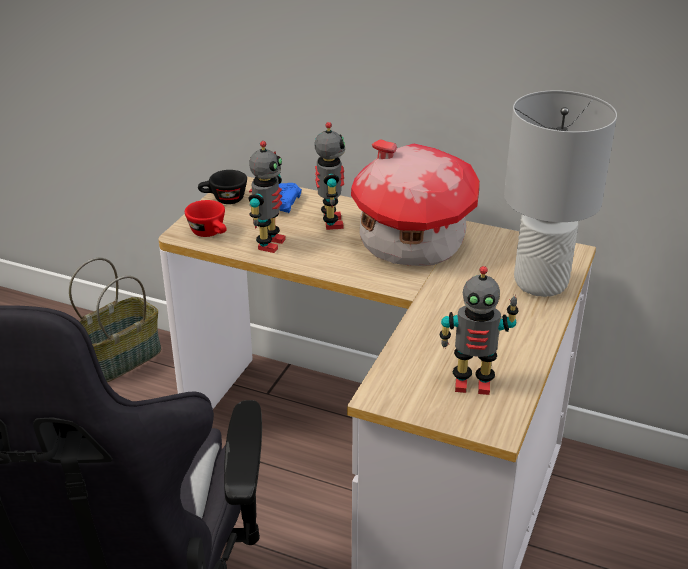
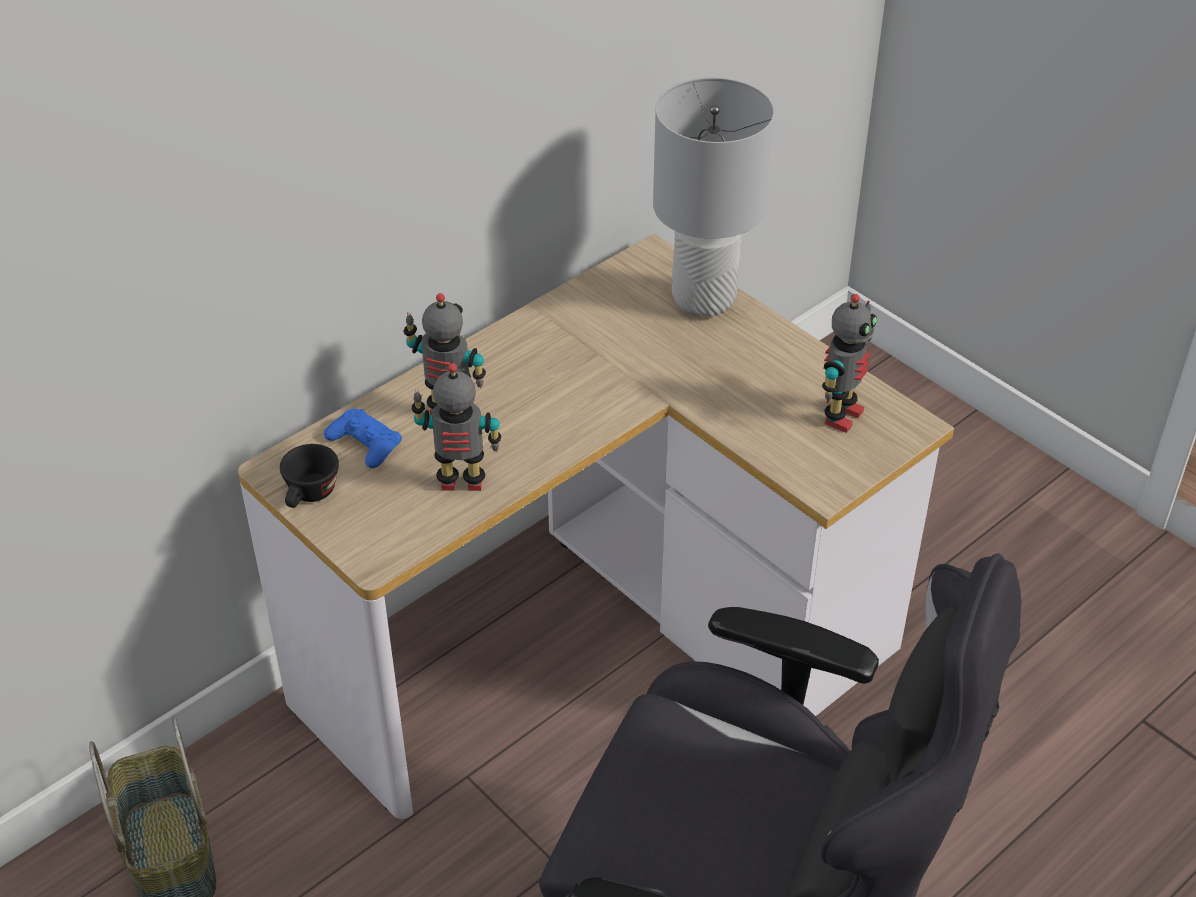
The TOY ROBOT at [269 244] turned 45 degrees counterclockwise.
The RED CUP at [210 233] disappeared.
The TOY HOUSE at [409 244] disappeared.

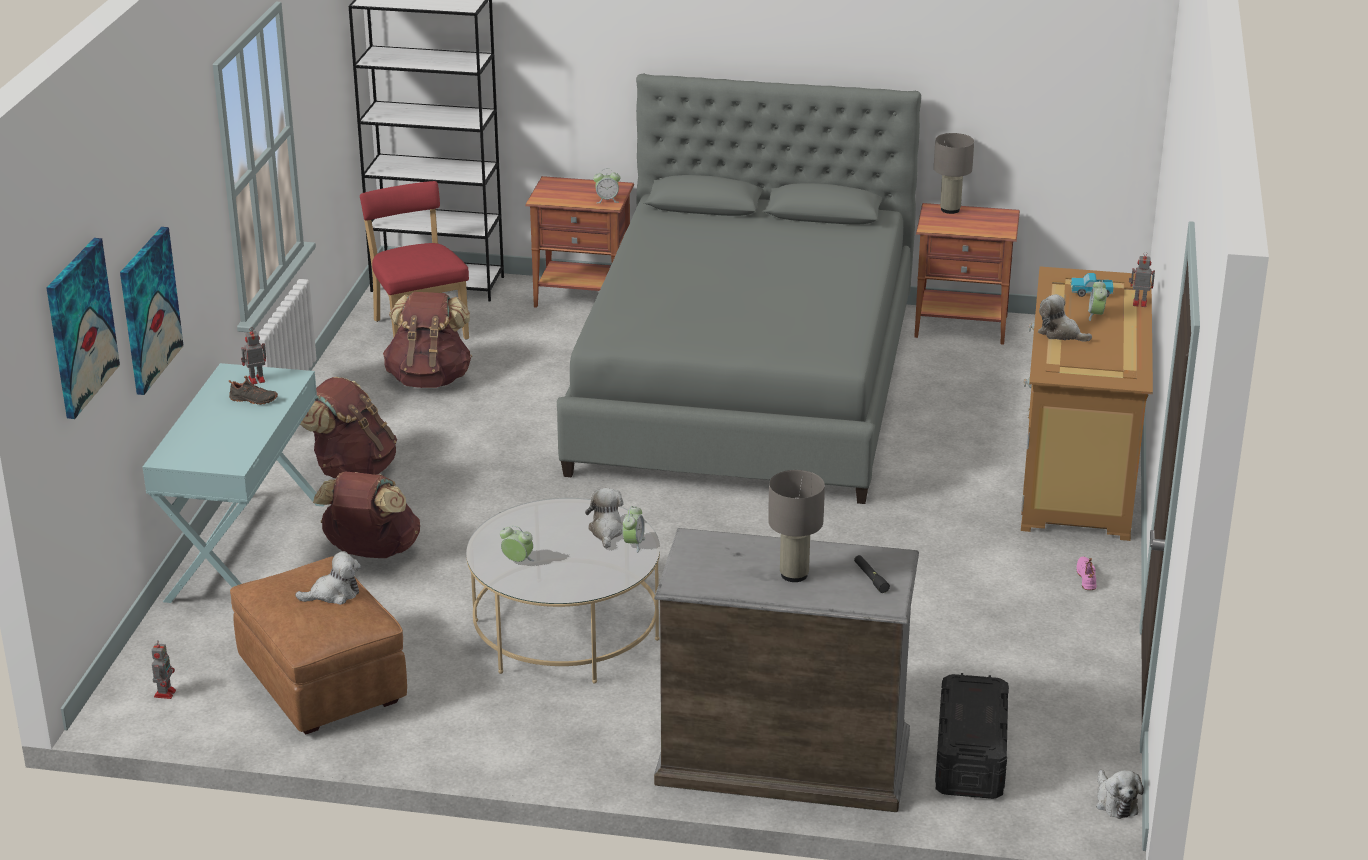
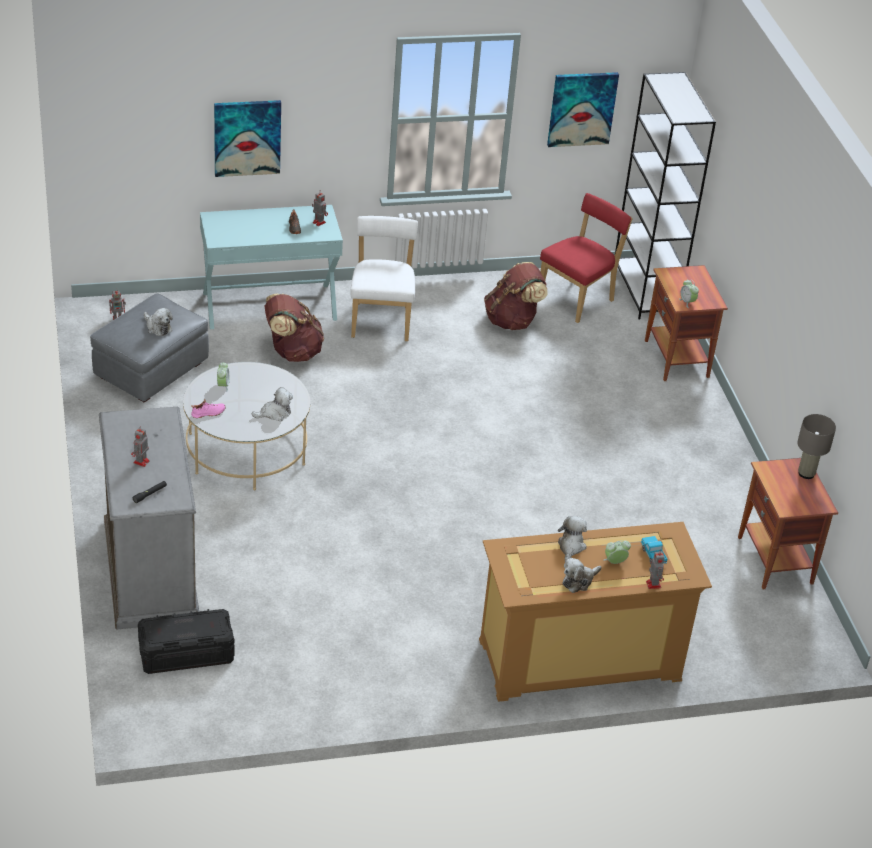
The BROWN OTTOMAN at [321 683] became the GREY OTTOMAN at [151 370].
The GREY TABLE LAMP at [795 575] was replaced by the TOY ROBOT at [141 462].
The PINK SHOE moved from [1087 578] to [208 413].
The BROWN BACKPACK at [352 469] was replaced by the WHITE CHAIR at [381 320].
The PICTURE moved from [80 327] to [582 108].
The PLUSH TOY moved from [1115 802] to [579 581].
The GREY BED at [746 386] disappeared.
The ALARM CLOCK at [633 544] disappeared.

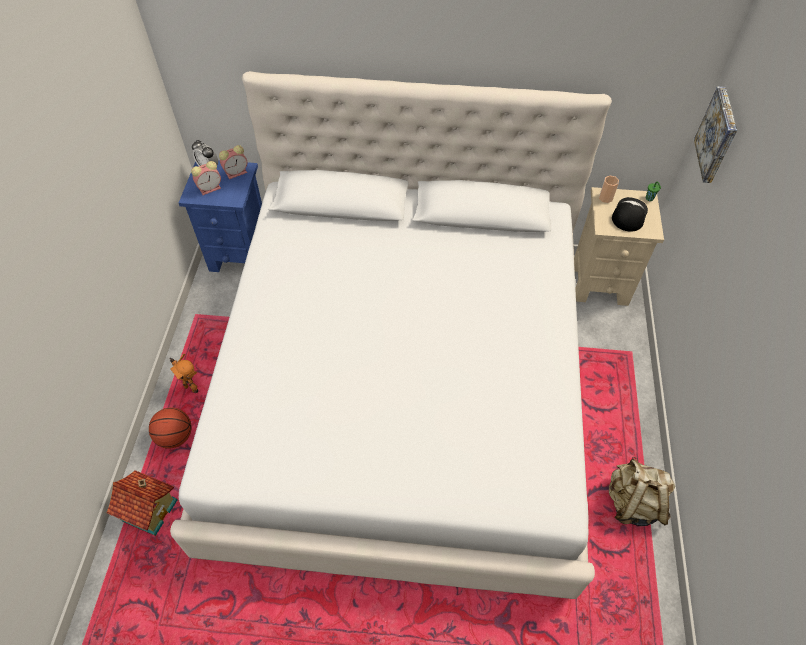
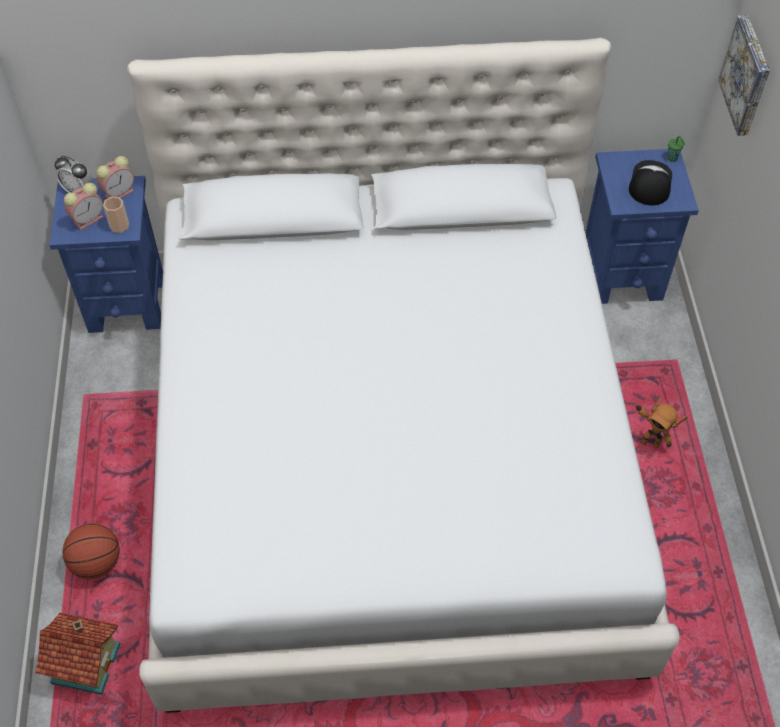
The CUP moved from [605 198] to [119 225].
The BEIGE NIGHTSTAND at [600 284] became the BLUE NIGHTSTAND at [623 276].
The TOY ROBOT moved from [191 387] to [649 442].
The BEIGE BACKPACK at [633 503] disappeared.

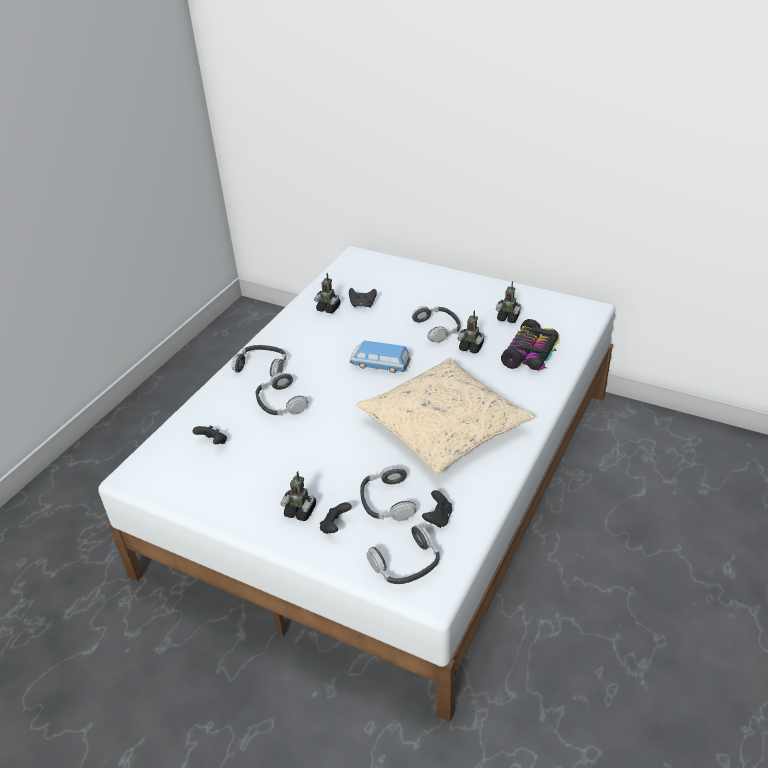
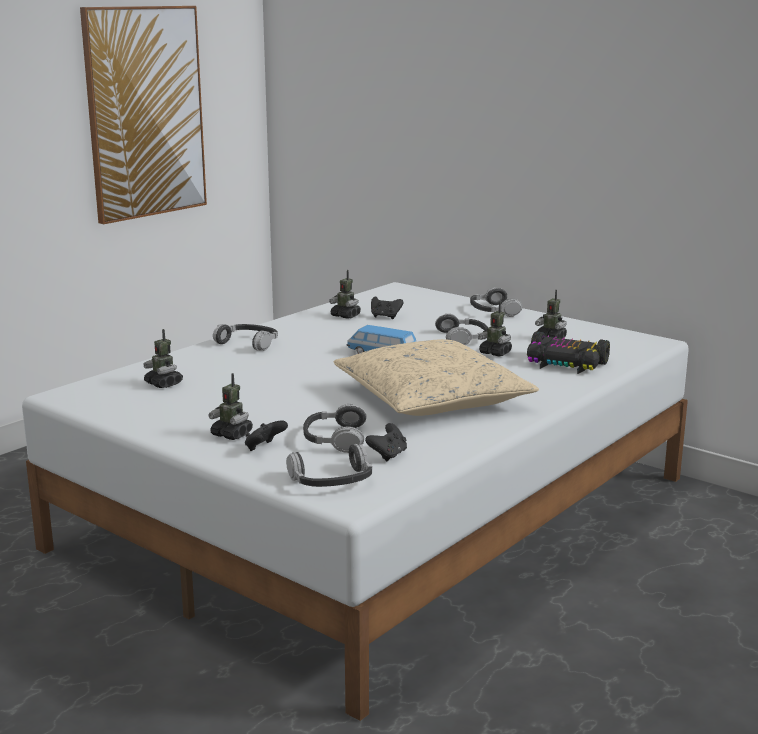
The PICTURE at [145 113] appeared.
The BLACK GAME CONTROLLER at [213 443] was replaced by the TOY ROBOT at [163 384].
The HEADPHONES moved from [280 402] to [493 311].
The TOY CAR at [531 354] turned 75 degrees clockwise.

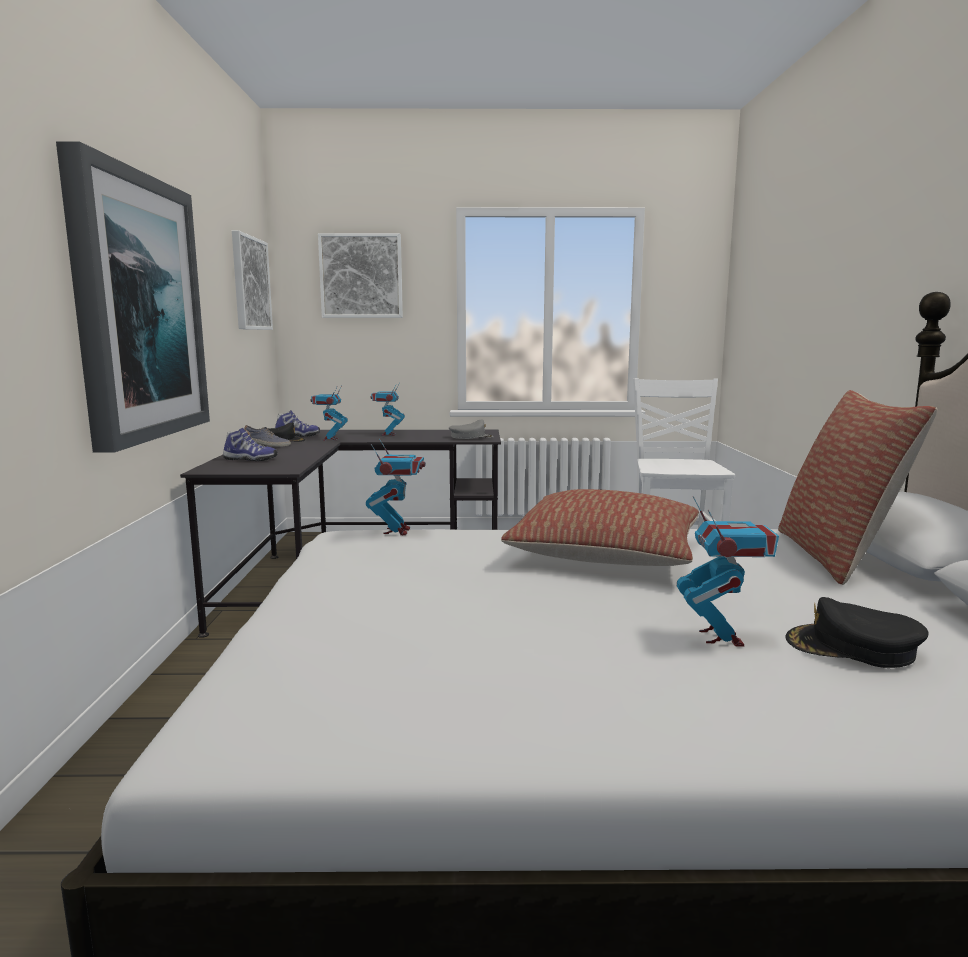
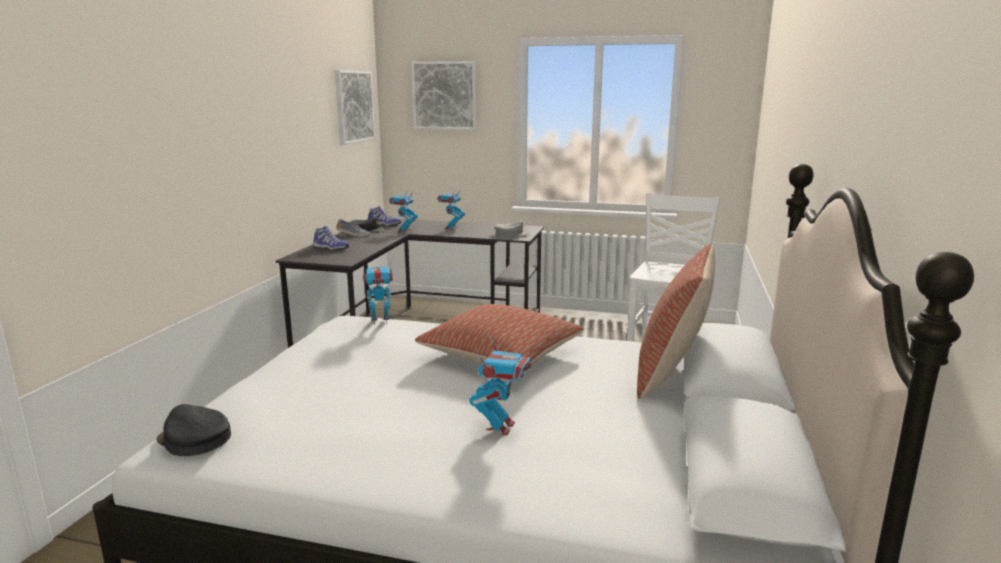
The BLACK CAP moved from [852 647] to [194 439].
The TOY ROBOT at [397 531] turned 120 degrees counterclockwise.
The PICTURE at [138 308] disappeared.

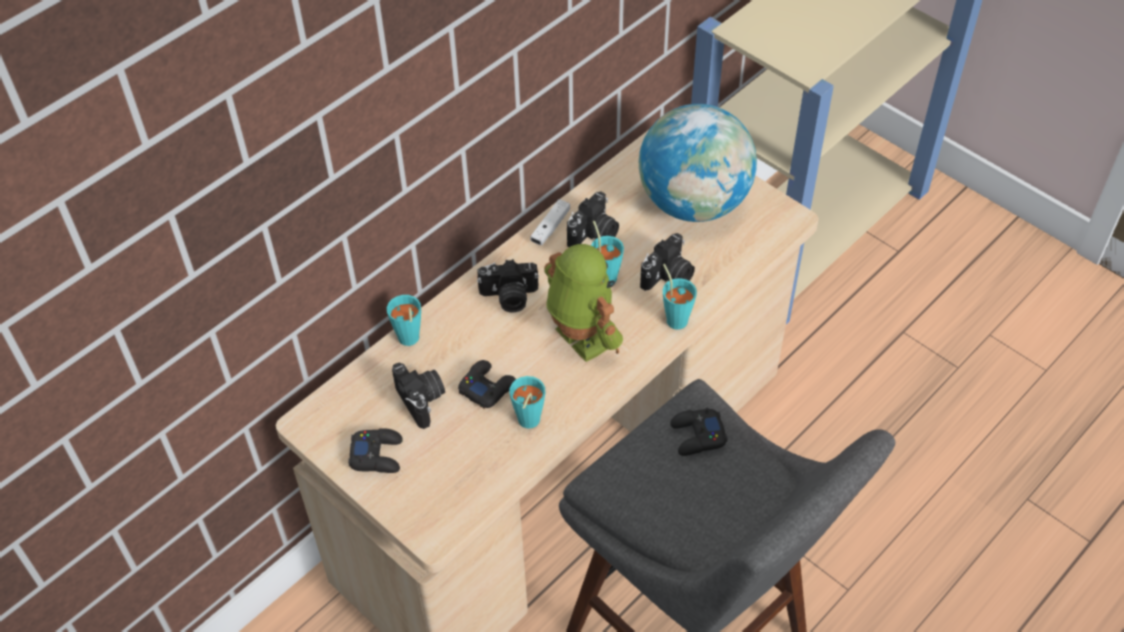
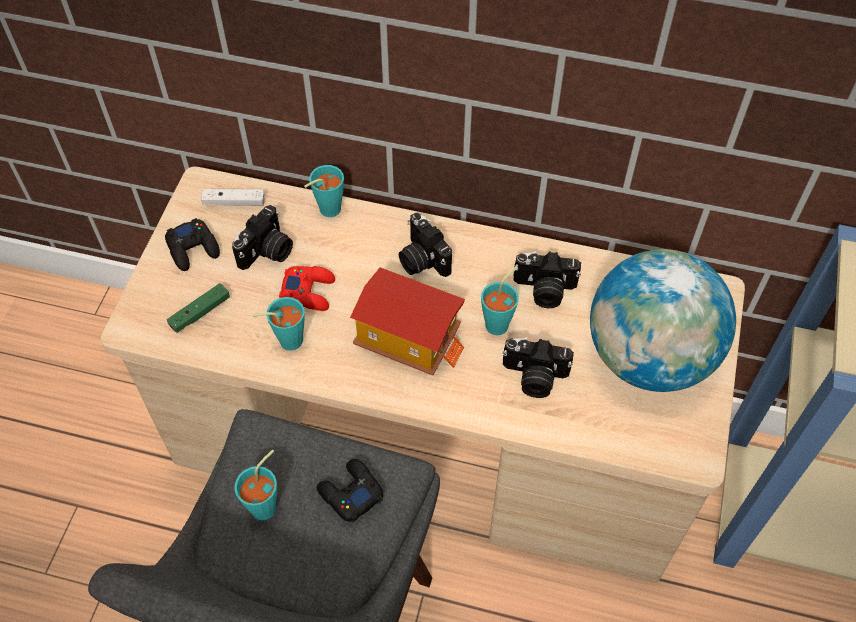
The GREEN GAME CONTROLLER at [200 313] appeared.
The WHITE GAME CONTROLLER moved from [550 227] to [234 202].
The TURQUOISE CUP moved from [675 317] to [268 503].
The BLACK GAME CONTROLLER at [487 387] became the RED GAME CONTROLLER at [308 292].
The TOY ROBOT at [580 338] was replaced by the TOY HOUSE at [409 337].

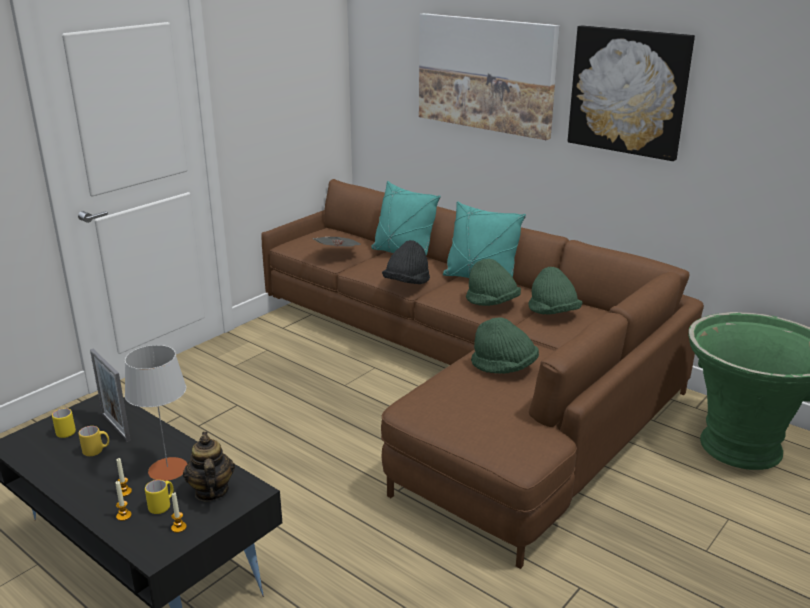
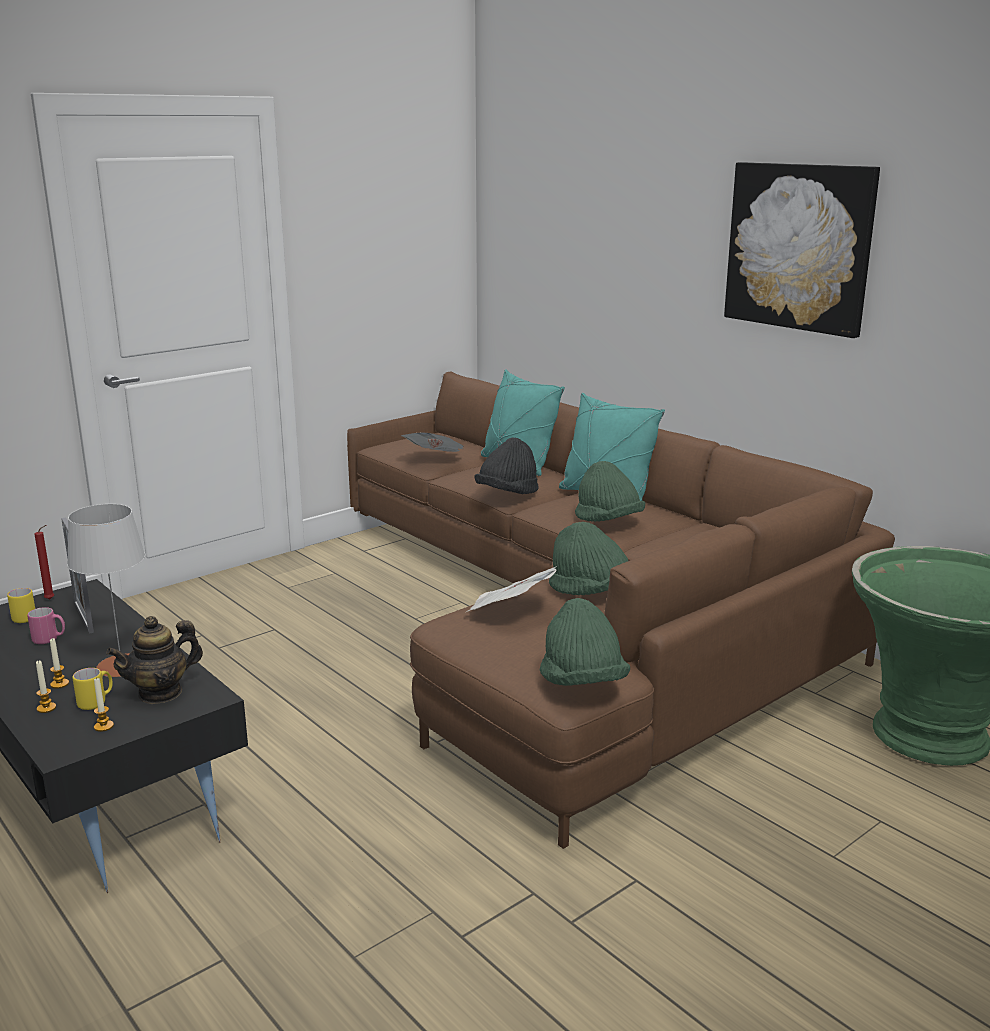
The YELLOW MUG at [96 451] became the PINK MUG at [49 639].
The RED CANDLE at [51 599] appeared.
The TEAPOT at [211 491] turned 120 degrees counterclockwise.
The NEWSPAPER at [510 612] appeared.
The GREEN HAT moved from [553 313] to [582 682].
The PICTURE at [485 74] disappeared.

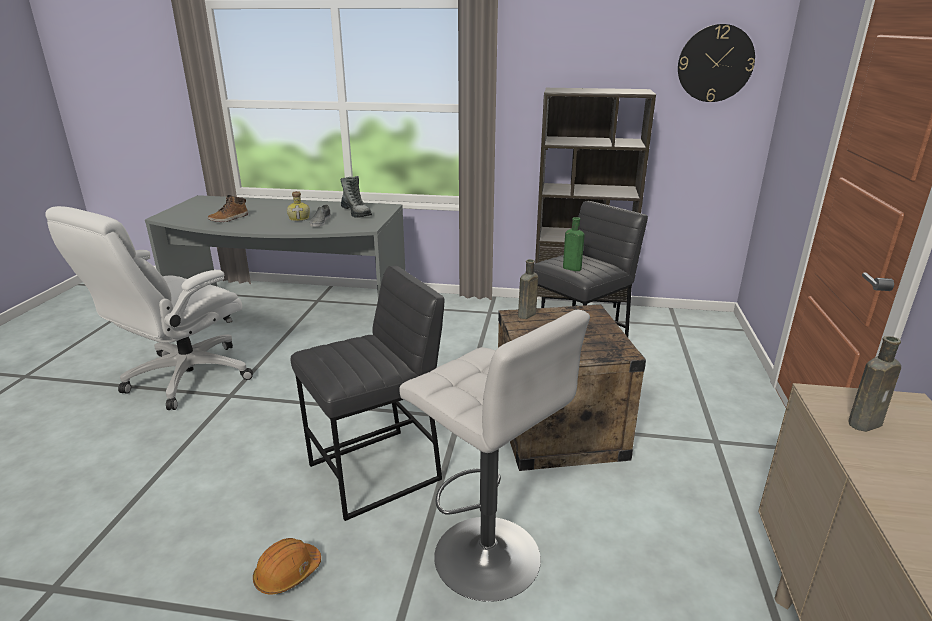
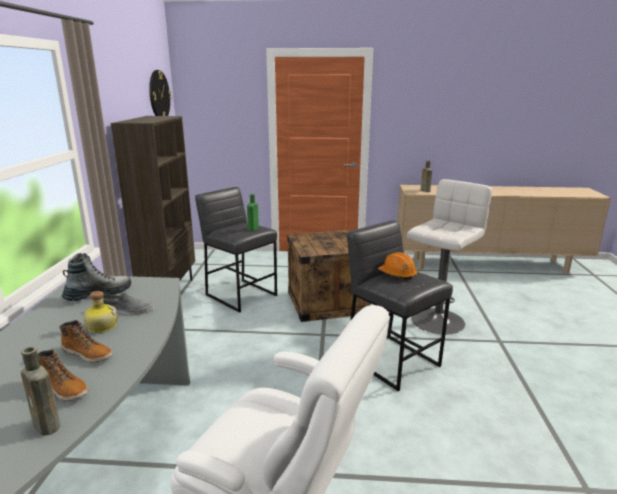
The BROWN BOTTLE moved from [526 315] to [48 426].
The BOOT at [88 353] appeared.
The ORANGE HARD HAT moved from [287 573] to [397 274].

